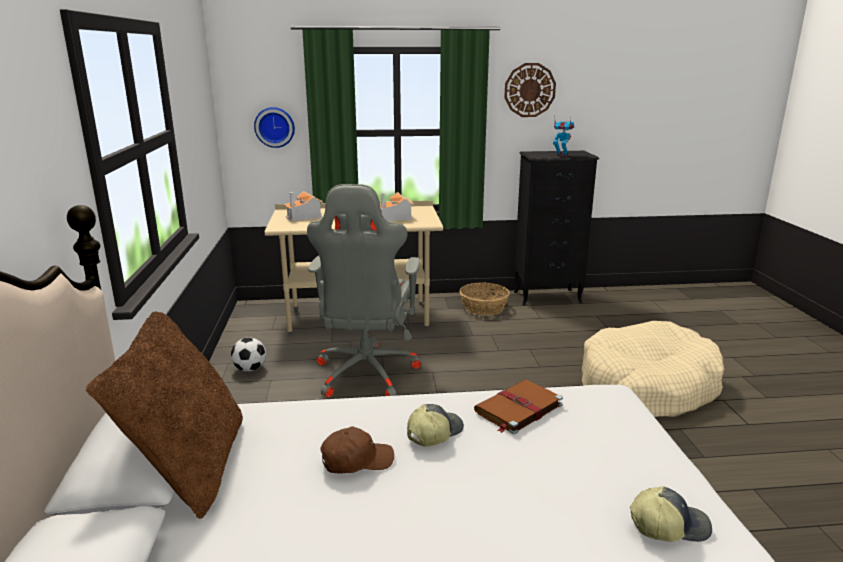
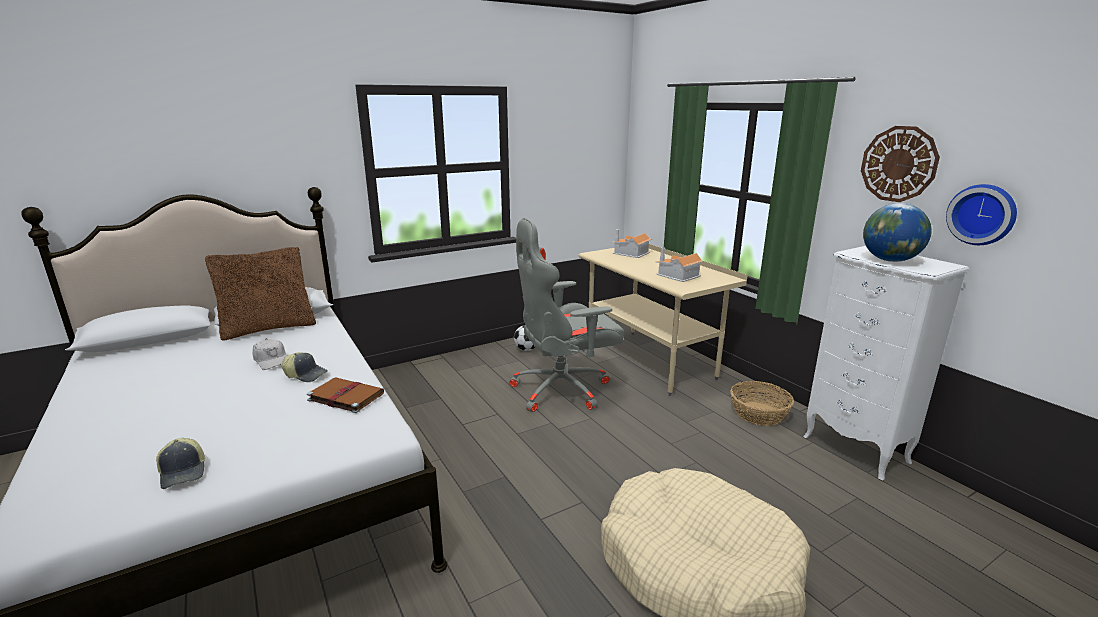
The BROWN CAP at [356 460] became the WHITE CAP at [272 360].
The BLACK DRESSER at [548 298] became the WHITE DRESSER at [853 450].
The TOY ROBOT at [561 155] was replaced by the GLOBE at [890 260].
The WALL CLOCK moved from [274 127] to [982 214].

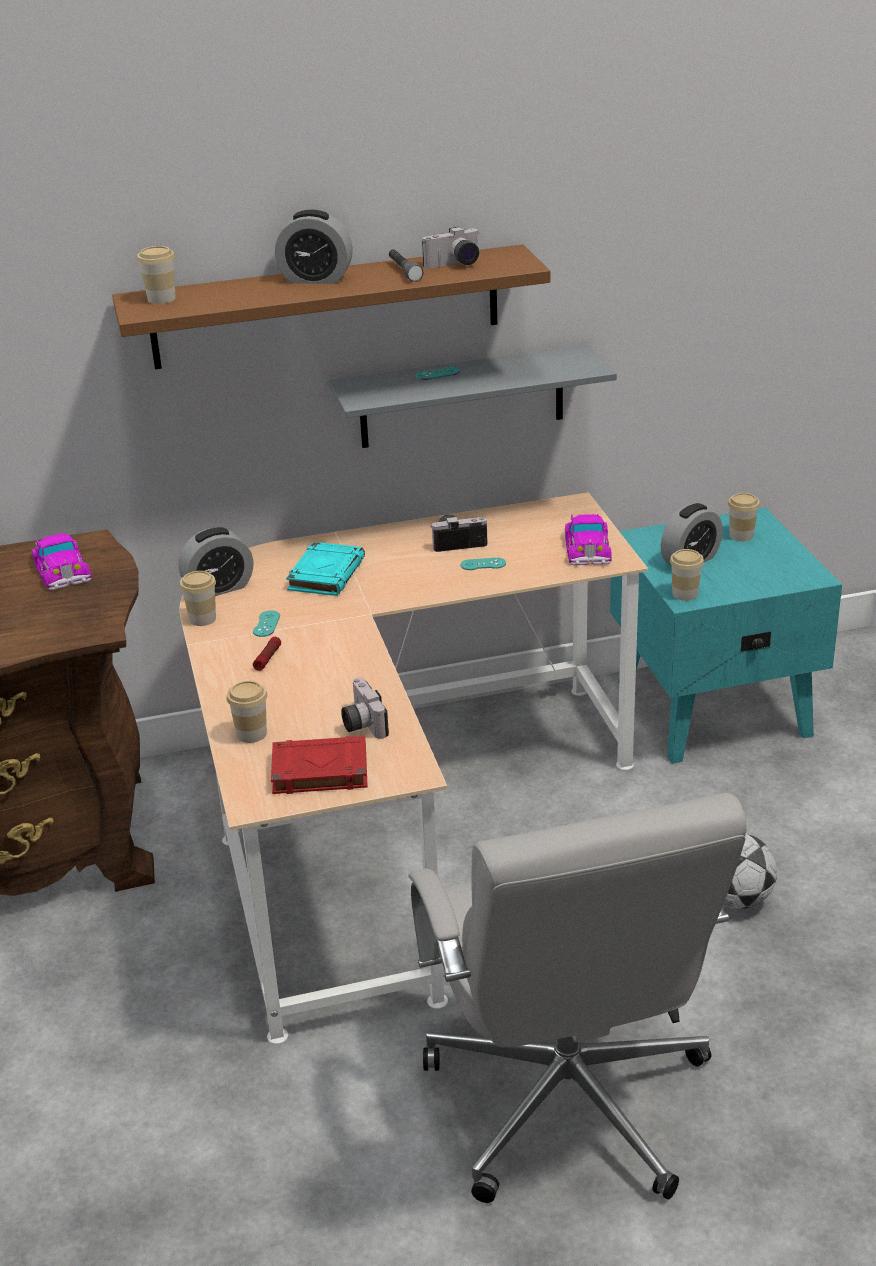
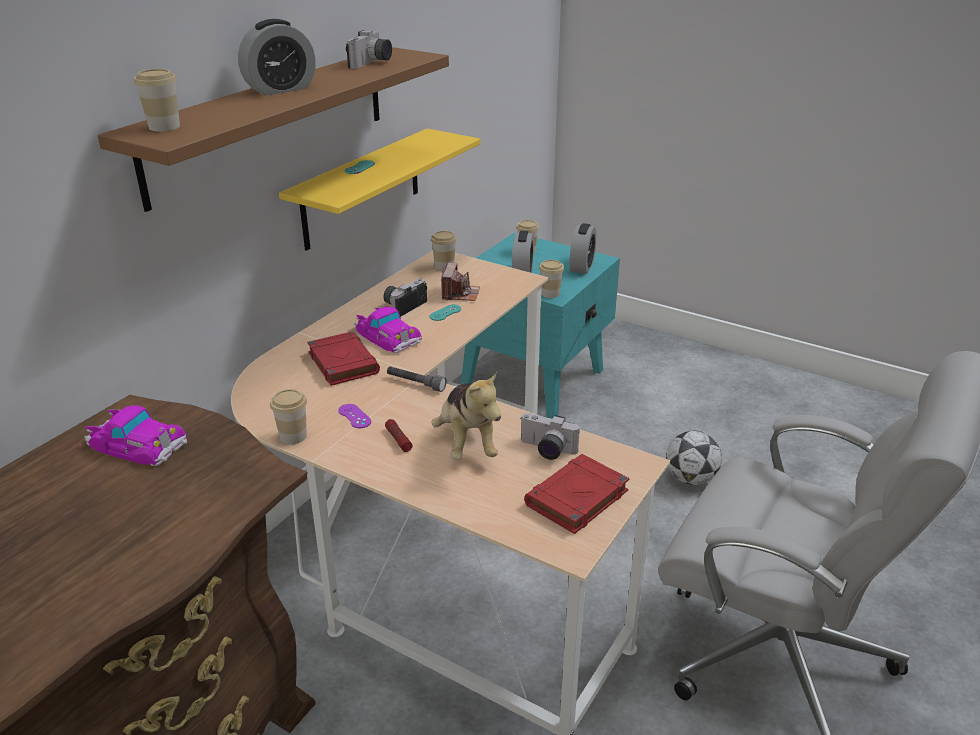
The GREY SHELF at [462 397] became the YELLOW SHELF at [362 188].
The TURQUOISE BOOK at [326 574] became the RED BOOK at [342 363].
The TURQUOISE GAME CONTROLLER at [266 624] became the PURPLE GAME CONTROLLER at [354 416].
The TOY CAR moved from [587 546] to [387 336].
The GREY FLASHLIGHT moved from [404 271] to [415 383].
The CUP moved from [251 734] to [444 266].
The PLUSH TOY at [467 442] appeared.
The PHOTO CAMERA at [460 294] appeared.
The ALARM CLOCK moved from [219 588] to [582 266].

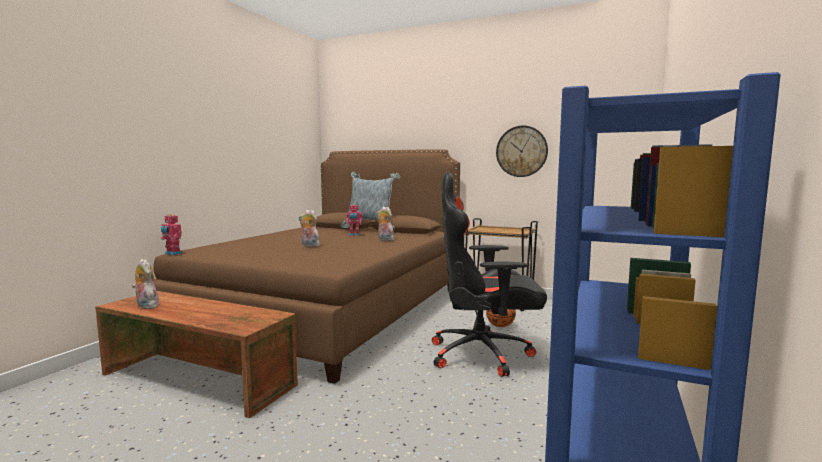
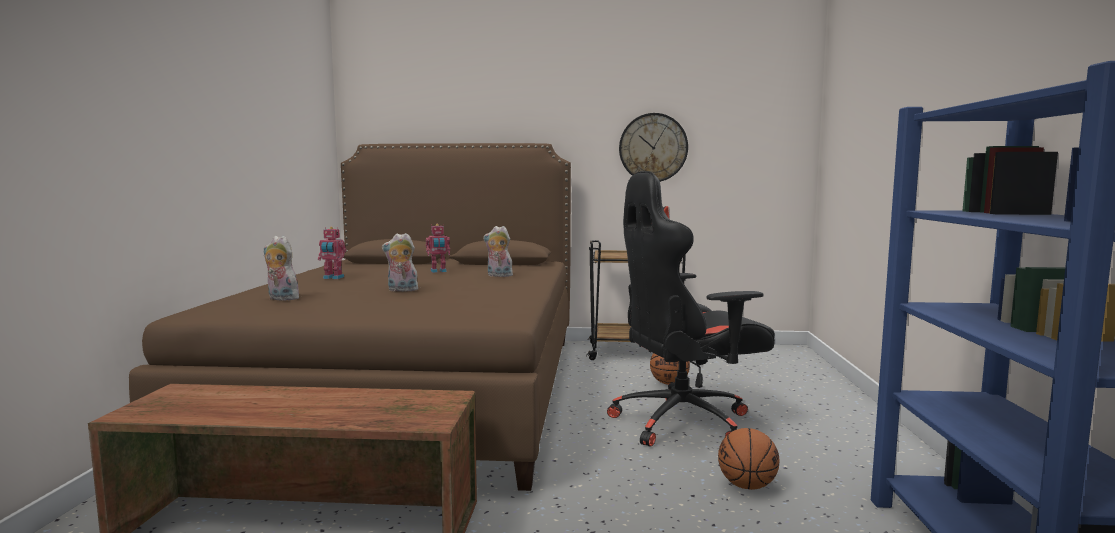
The PLUSH TOY moved from [146 306] to [281 299].
The TOY ROBOT moved from [172 253] to [333 278].
The BASKETBALL at [747 486] appeared.
The PILLOW at [371 230] disappeared.

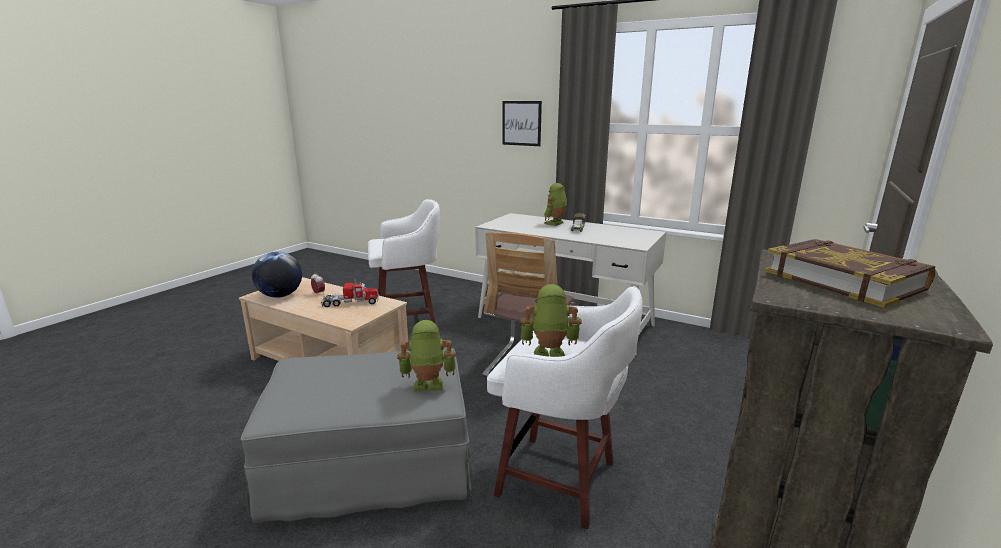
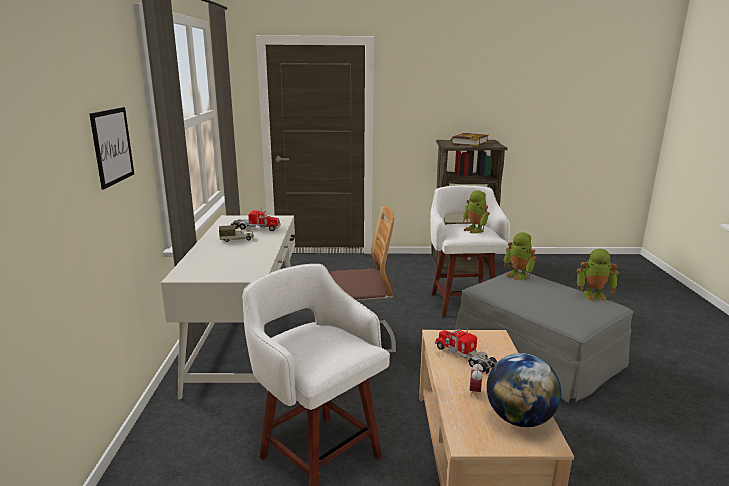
The TOY TRUCK at [255 228] appeared.
The TOY ROBOT moved from [555 223] to [594 295].

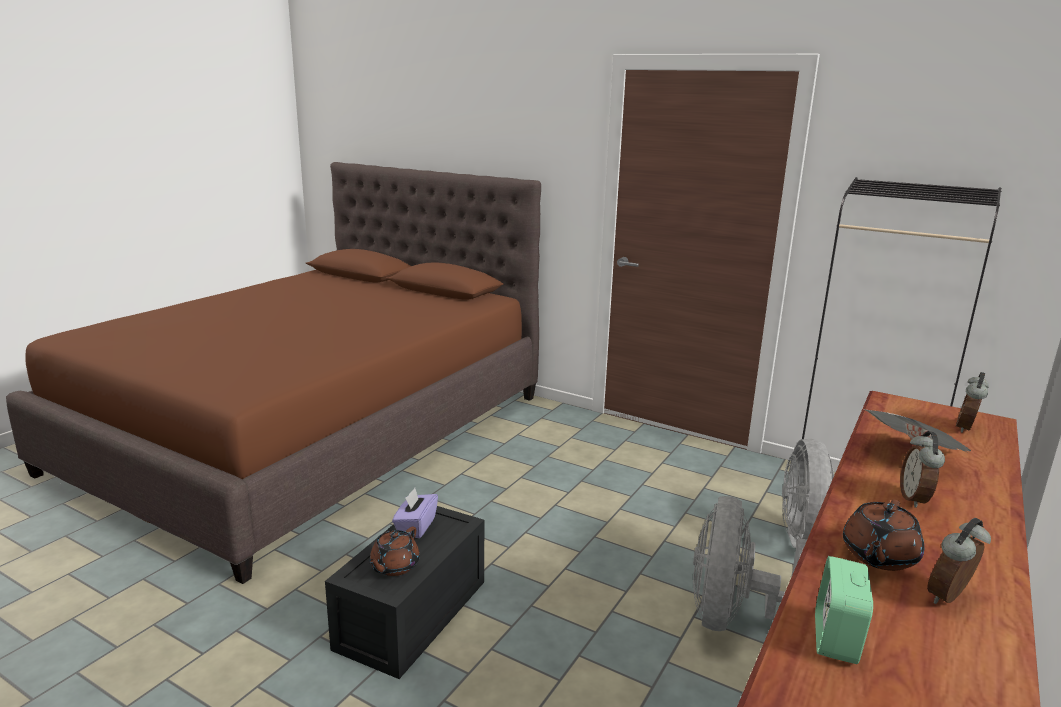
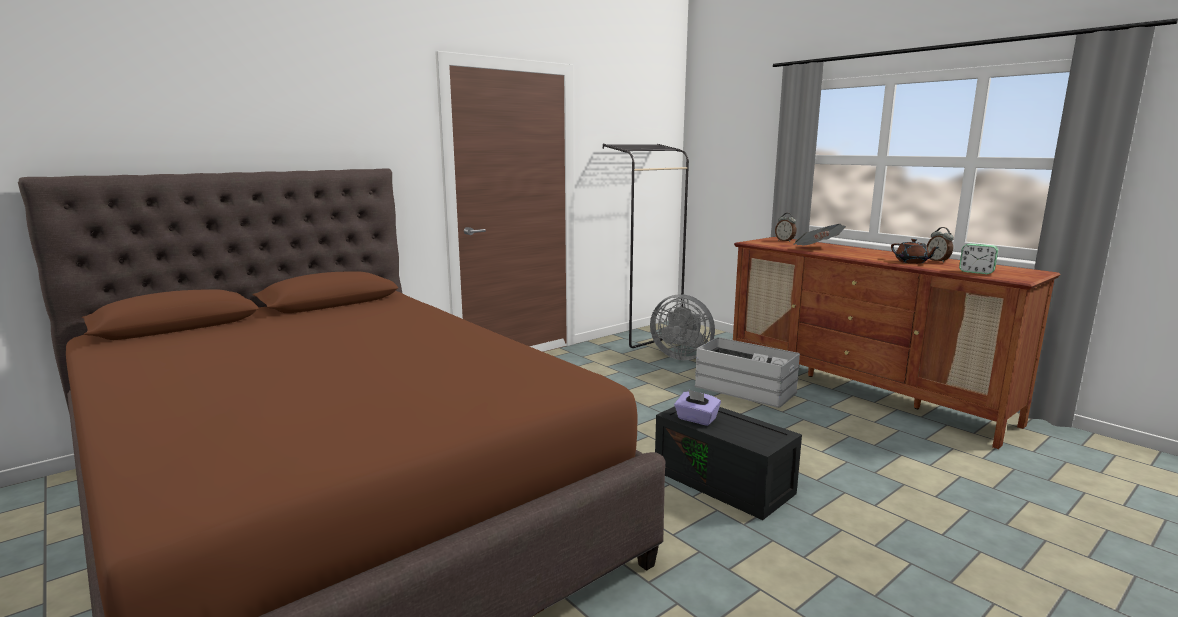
The GREY FAN at [732 616] was replaced by the GREY STORAGE BOX at [745 389].
The BROWN TEAPOT at [394 566] disappeared.
The ALARM CLOCK at [915 499] disappeared.

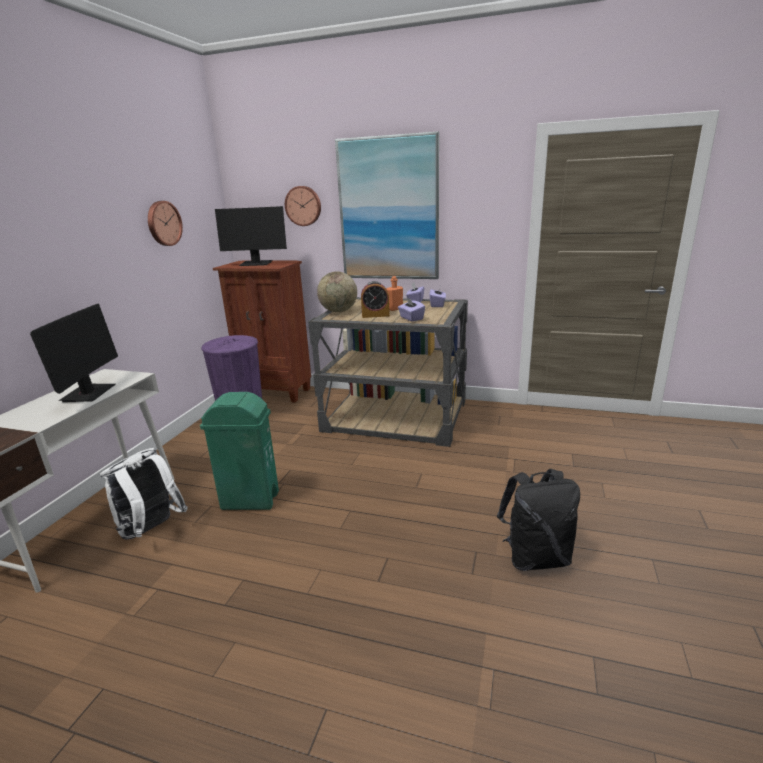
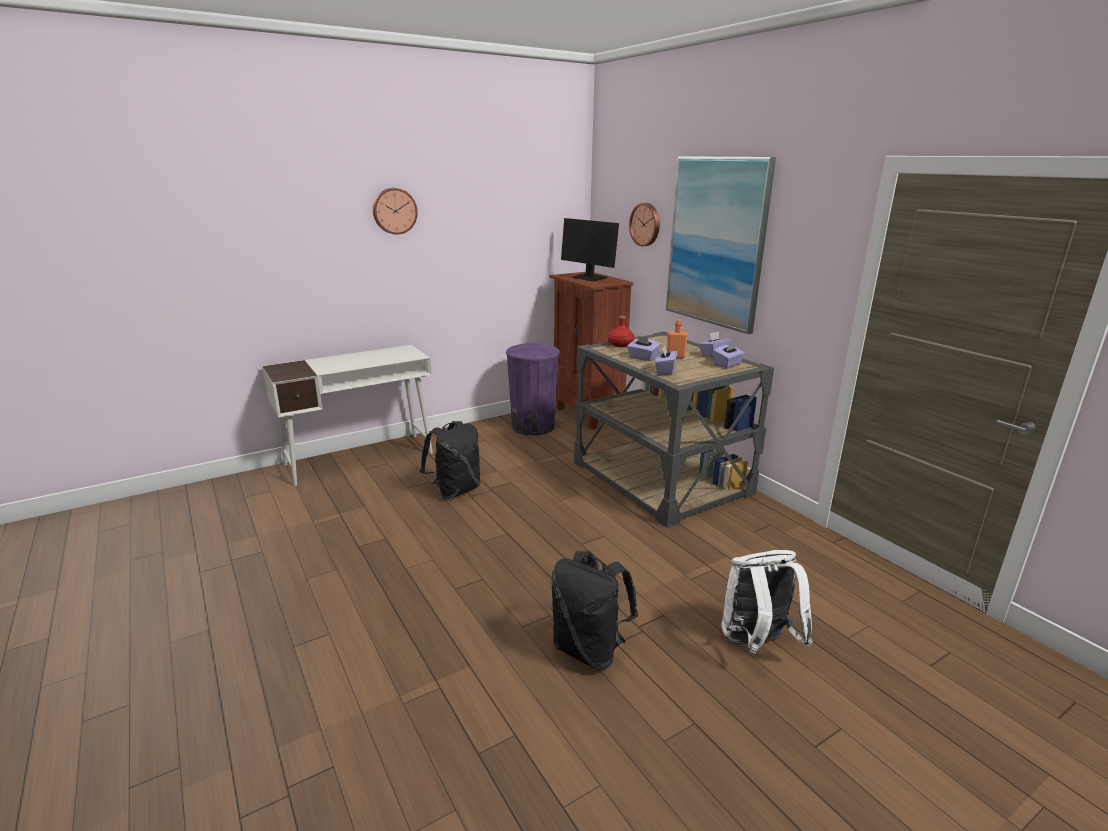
The WALL CLOCK moved from [163 223] to [394 211].
The GREEN TRASH CAN at [249 500] was replaced by the BLACK BACKPACK at [455 490].
The GLOBE at [338 311] was replaced by the RED BOTTLE at [621 344].
The ALARM CLOCK at [375 315] was replaced by the PURPLE TISSUE BOX at [643 357].
The WHITE BACKPACK moved from [151 530] to [756 643].
The MONITOR at [89 393] disappeared.

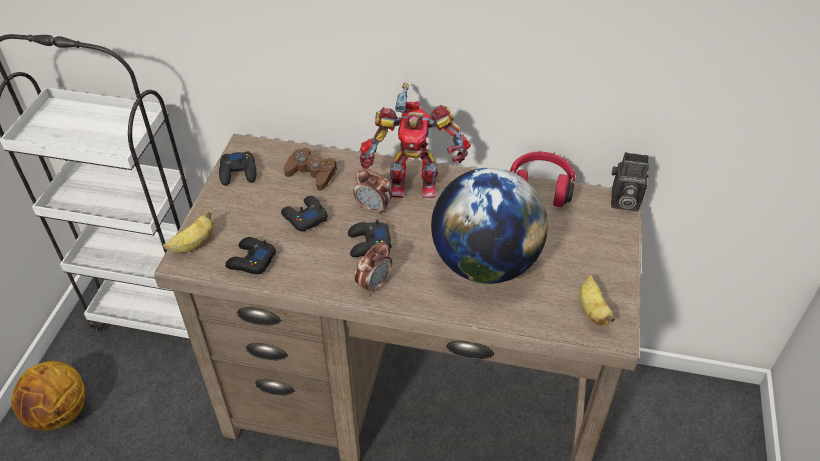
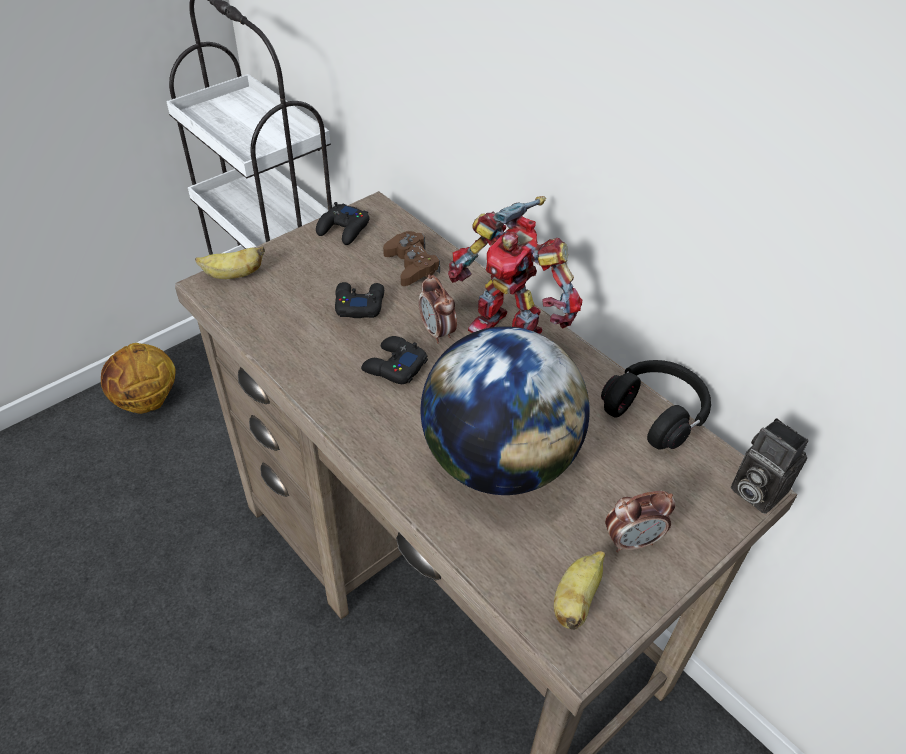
The RED HEADPHONES at [540 187] became the BLACK HEADPHONES at [656 413].
The ALARM CLOCK moved from [374 284] to [632 541].
The BLACK GAME CONTROLLER at [251 260] disappeared.

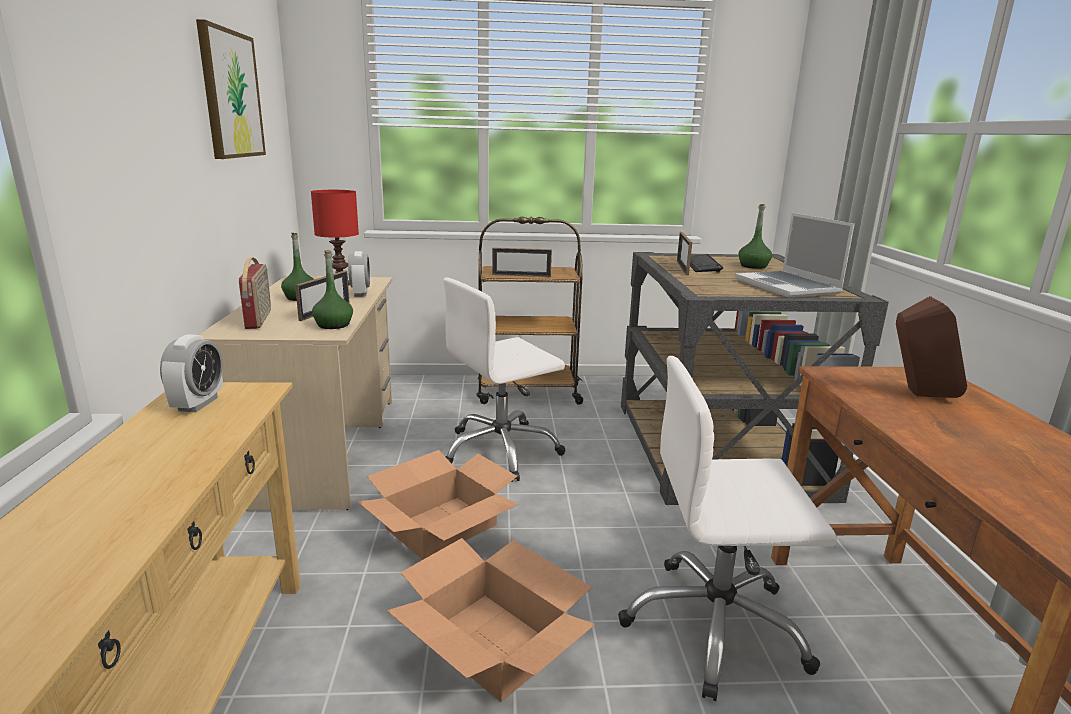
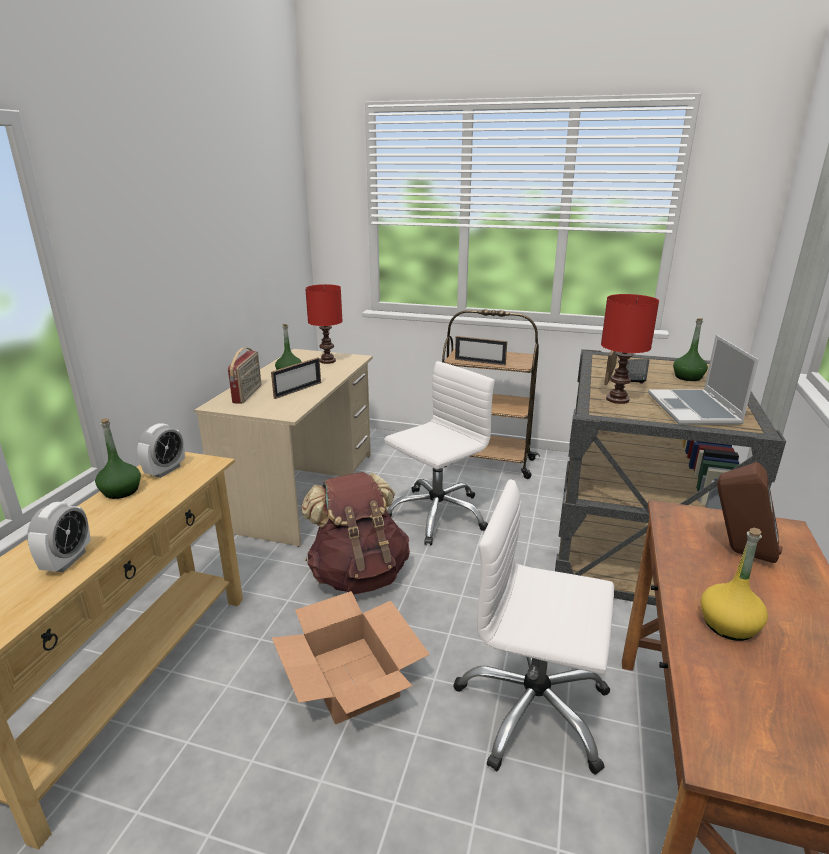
The ALARM CLOCK moved from [360 294] to [67 561].
The GREEN BOTTLE moved from [334 325] to [121 491].
The CARDBOARD BOX at [441 527] was replaced by the BROWN BACKPACK at [358 574].
The WHITE OFFICE CHAIR at [501 451] turned 150 degrees clockwise.
The RED TABLE LAMP at [616 400] appeared.
The YELLOW BOTTLE at [728 625] appeared.
The PICTURE at [231 94] disappeared.

